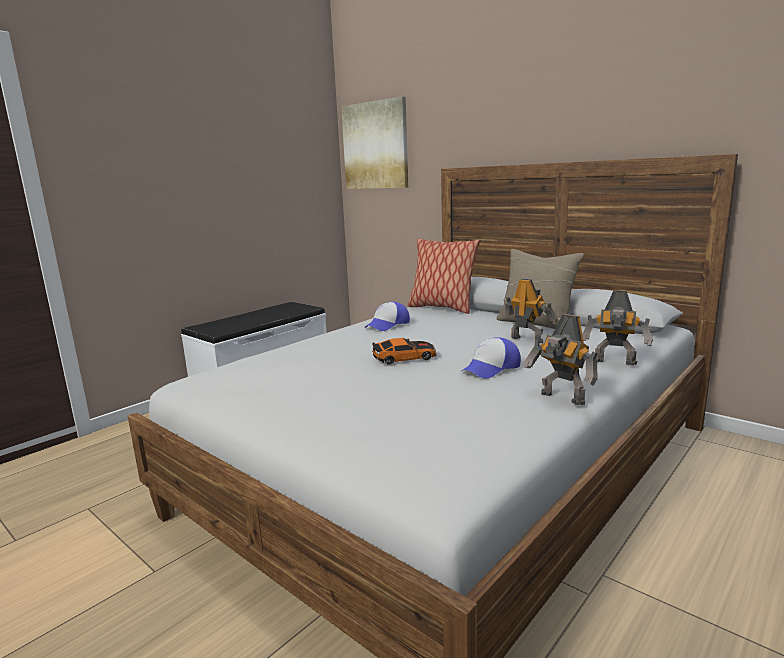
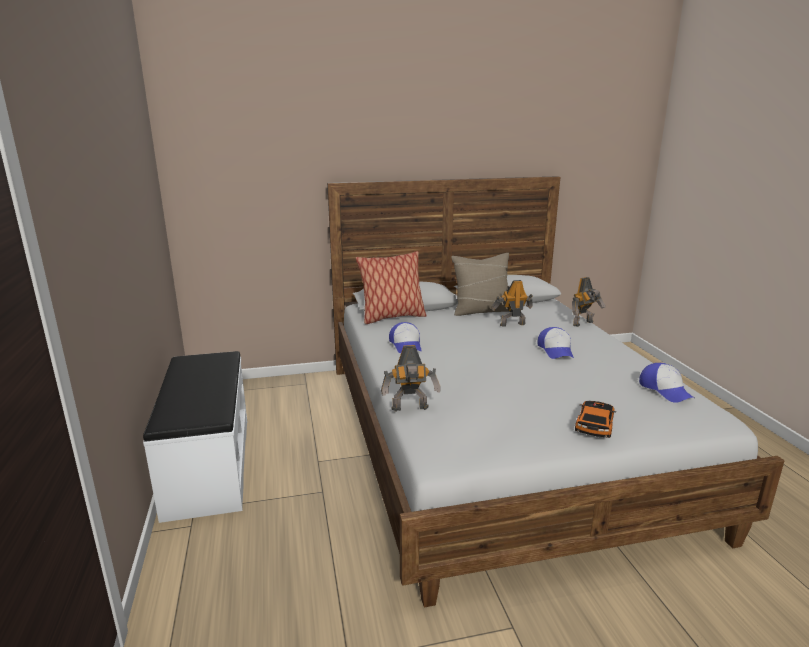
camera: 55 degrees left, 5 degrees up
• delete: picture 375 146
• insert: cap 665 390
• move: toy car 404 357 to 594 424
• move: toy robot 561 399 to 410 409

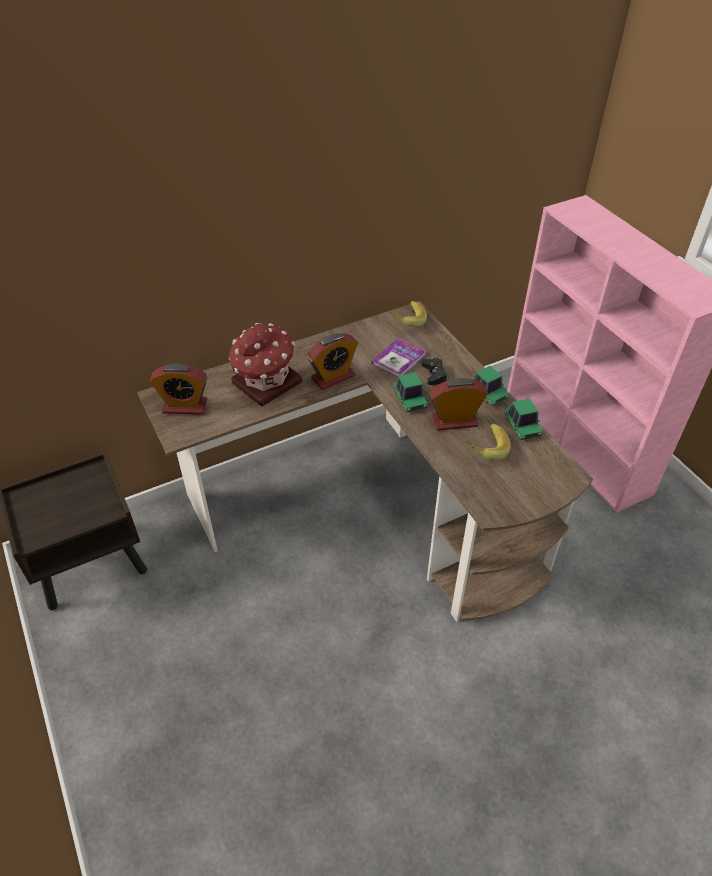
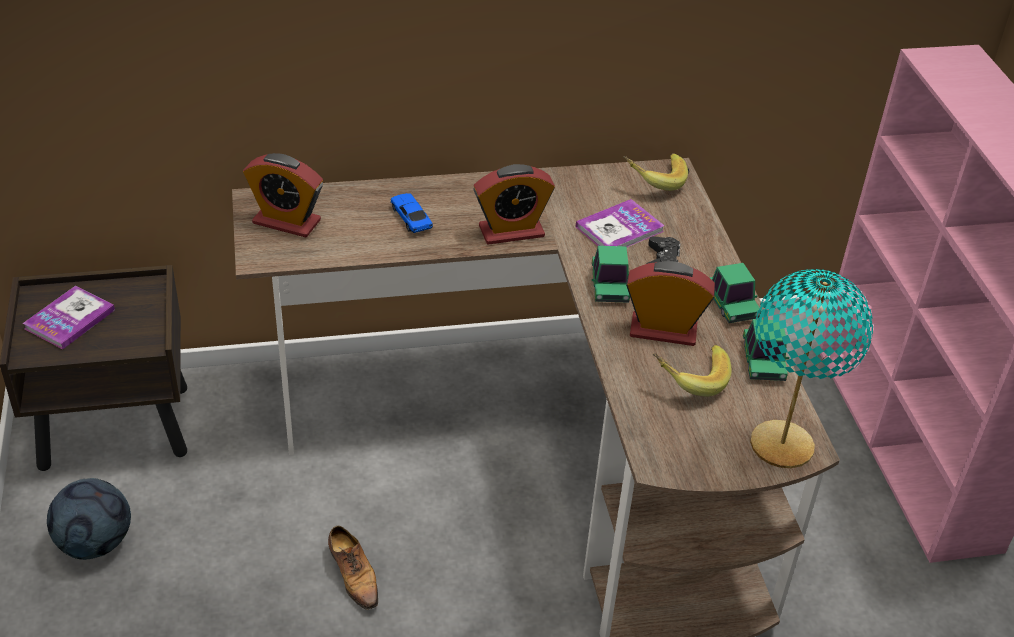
camera: 15 degrees right, 5 degrees down
• insert: book 69 319
• insert: football 96 544
• insert: shoe 354 575
• insert: table lamp in turquoise 782 445
• replace: toy house 265 384 to toy car 411 218

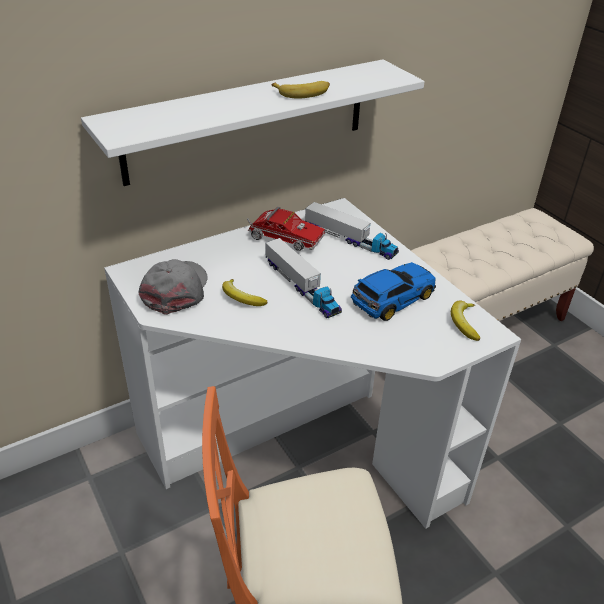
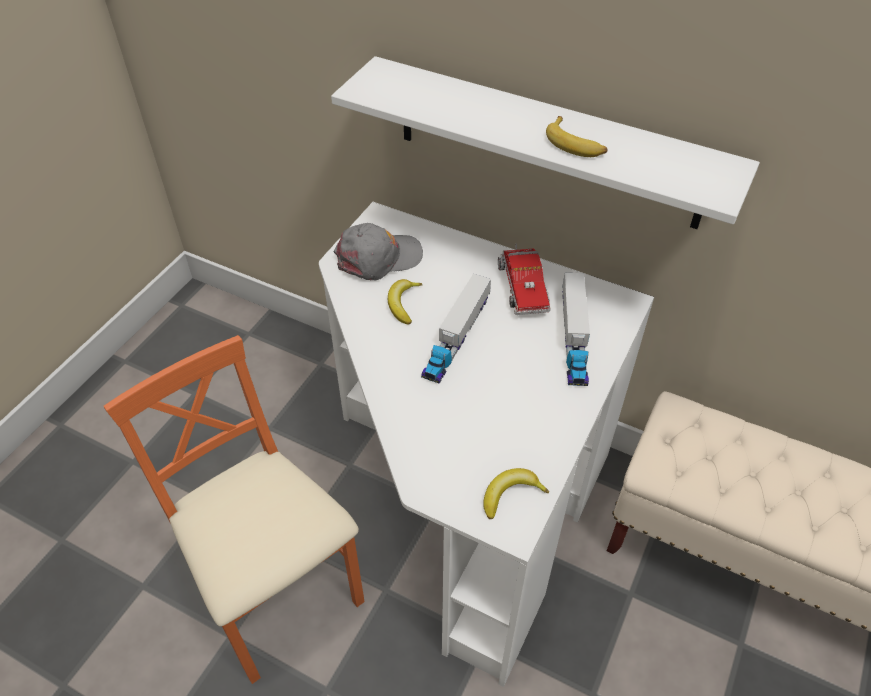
camera: 60 degrees right, 10 degrees up
• delete: toy car 391 299

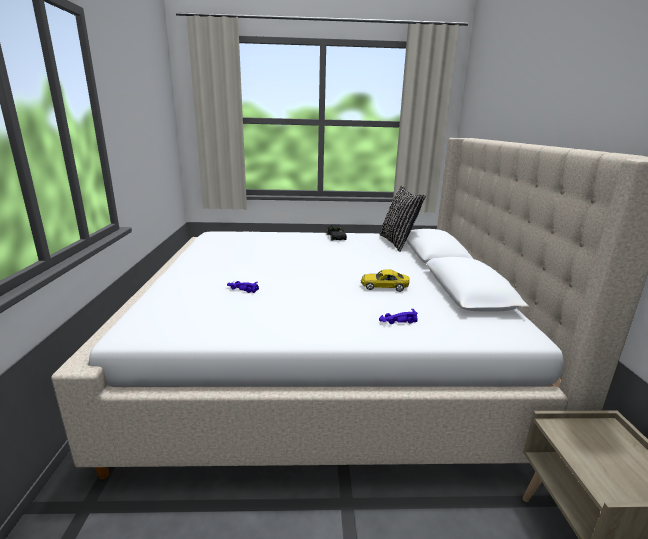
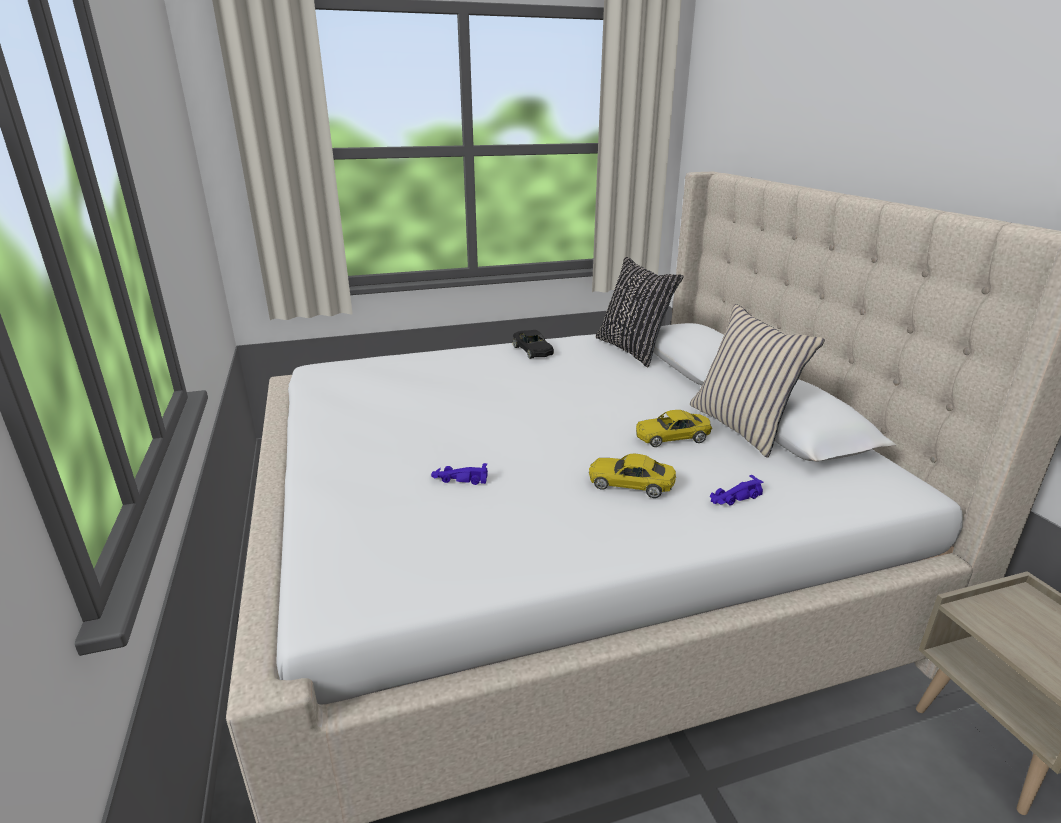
camera: 15 degrees left, 5 degrees up
• insert: toy car in yellow 630 484
• insert: pillow in beige 741 426

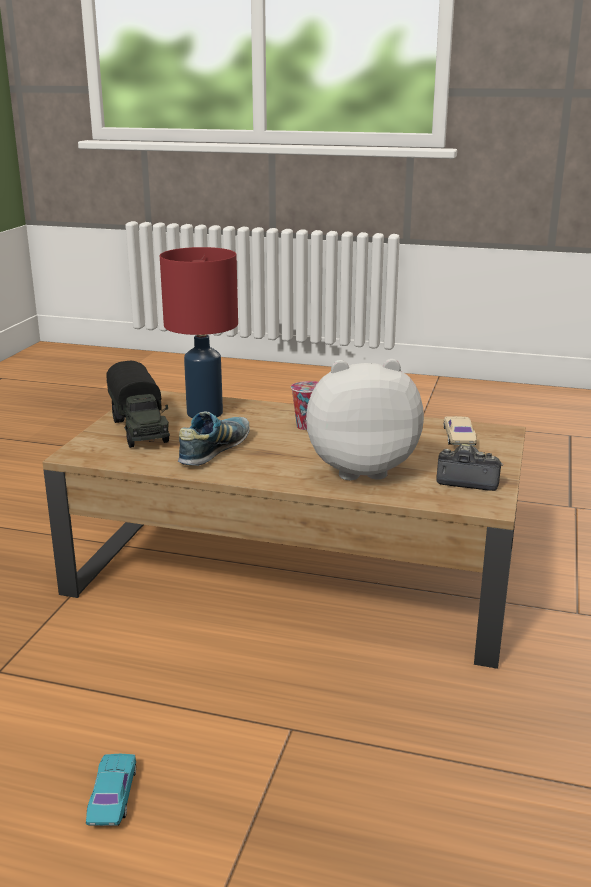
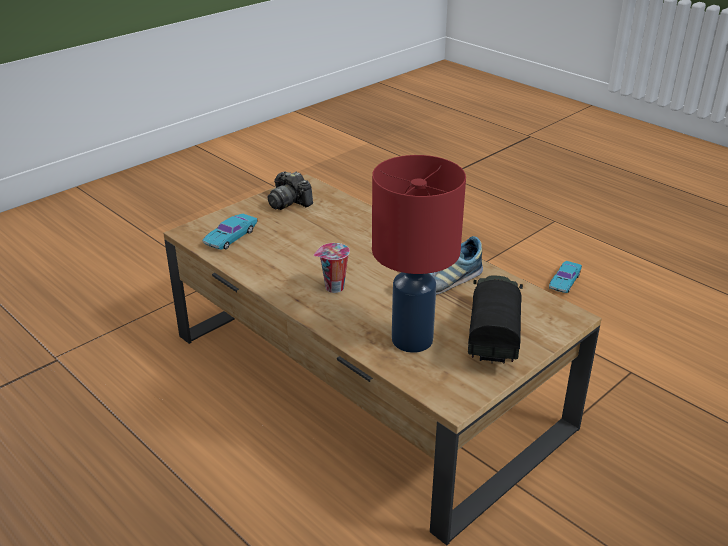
camera: 150 degrees left, 10 degrees up
• delete: plush toy 360 469
• recolor: toy car in beige 459 437 to toy car in turquoise 231 236

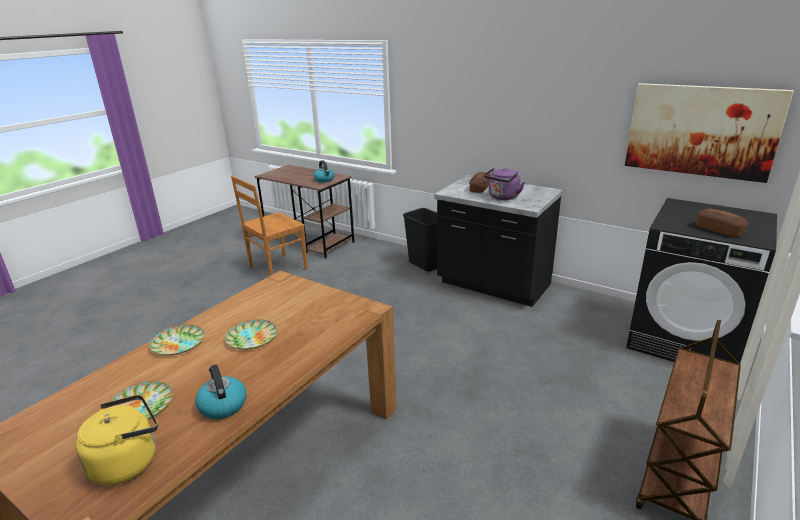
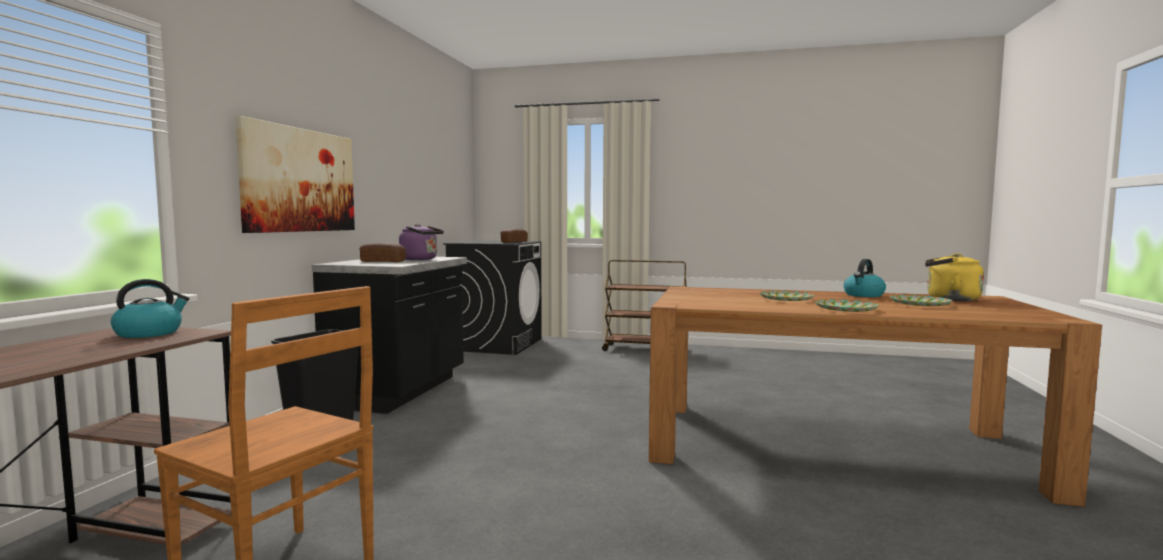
camera: 110 degrees left, 20 degrees down
• move: picture 701 131 to 300 180

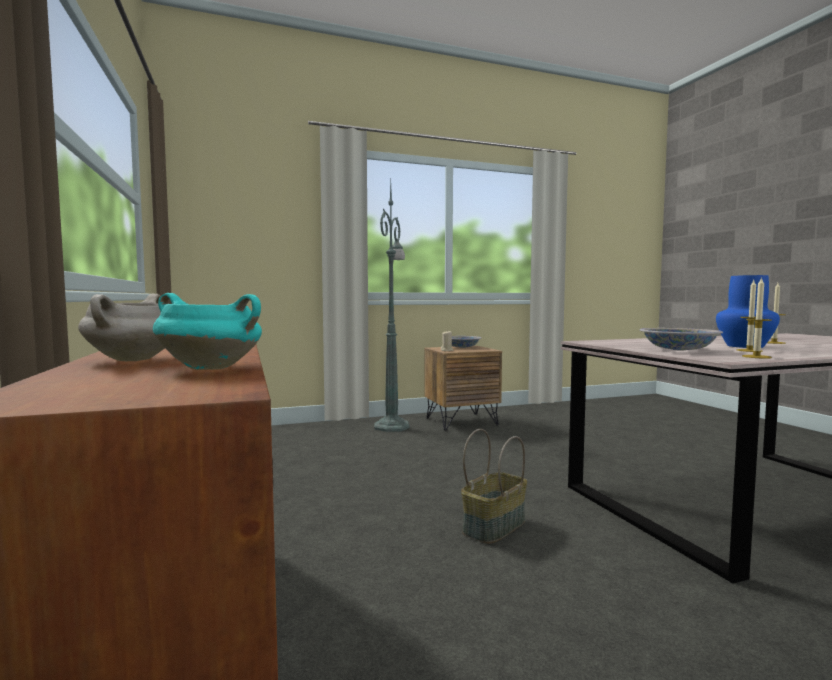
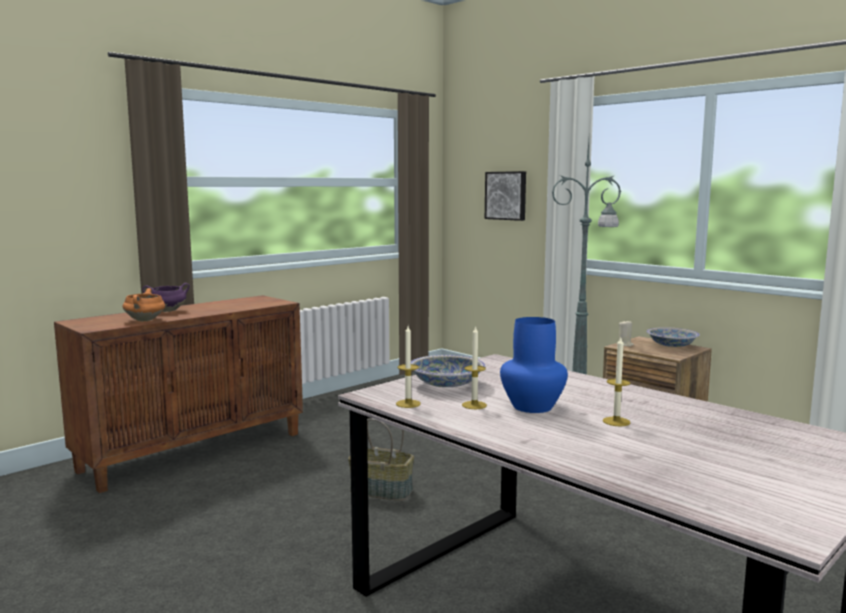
camera: 65 degrees right, 5 degrees up
• insert: picture 506 195
• recolor: cooking pot in white 134 360 to cooking pot in purple 167 311
• recolor: cooking pot in turquoise 213 368 to cooking pot in orange 145 320

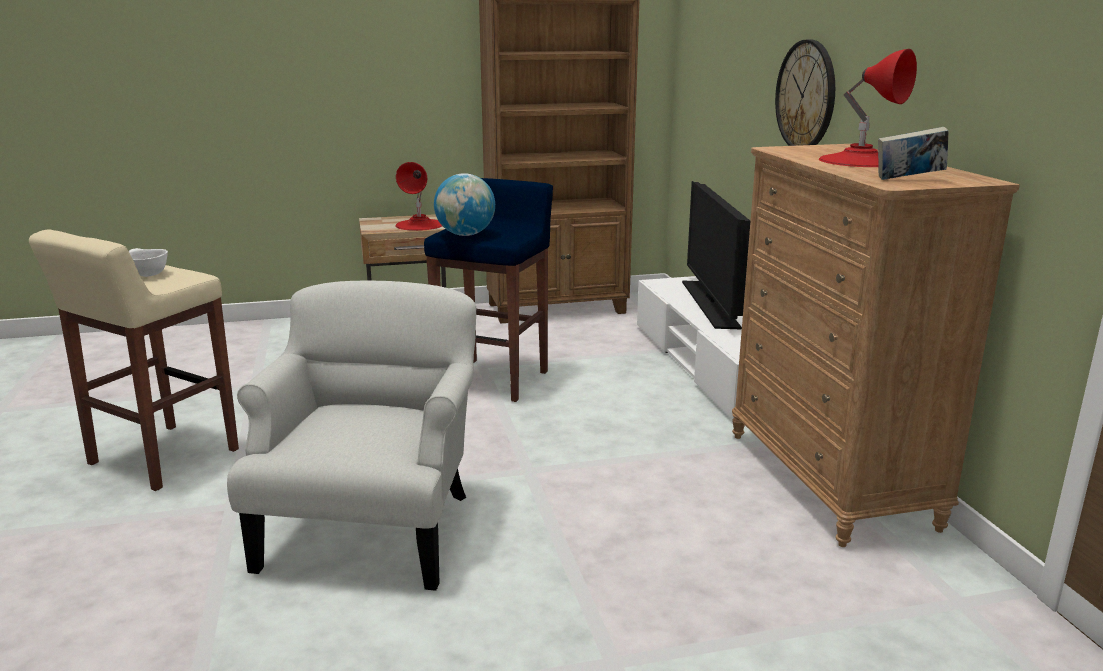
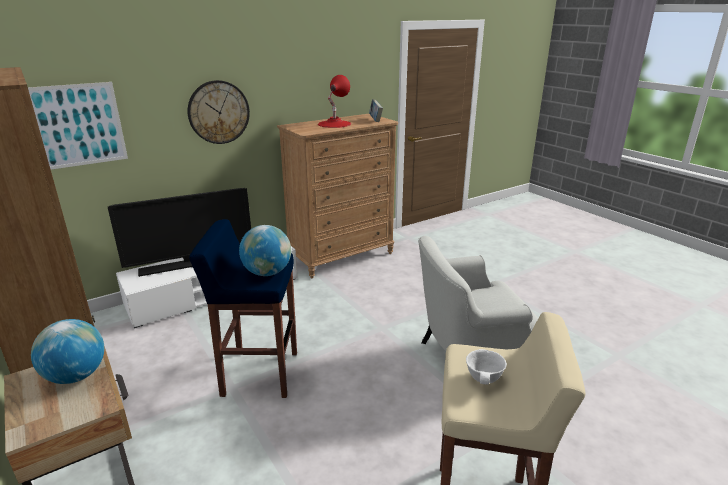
camera: 110 degrees left, 5 degrees up
• insert: picture 77 125
• replace: table lamp in red 419 225 to globe 76 376

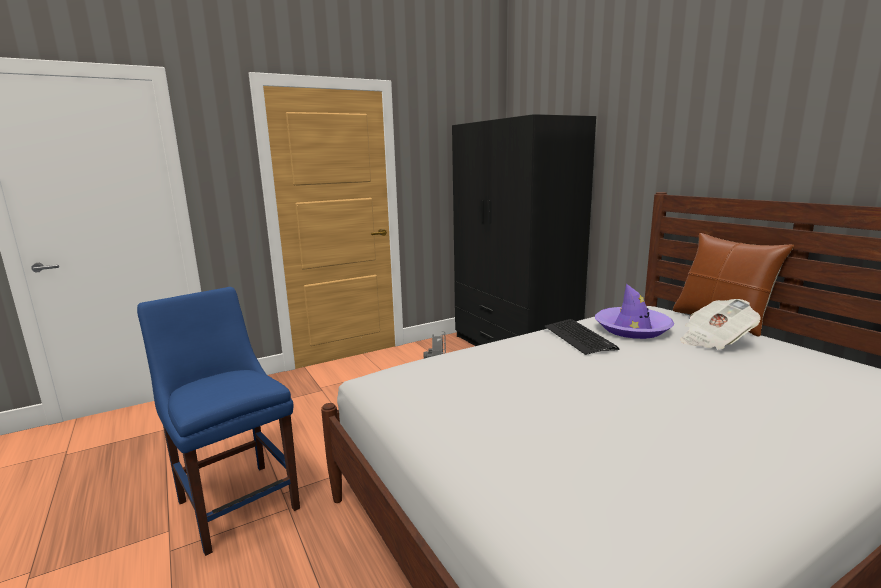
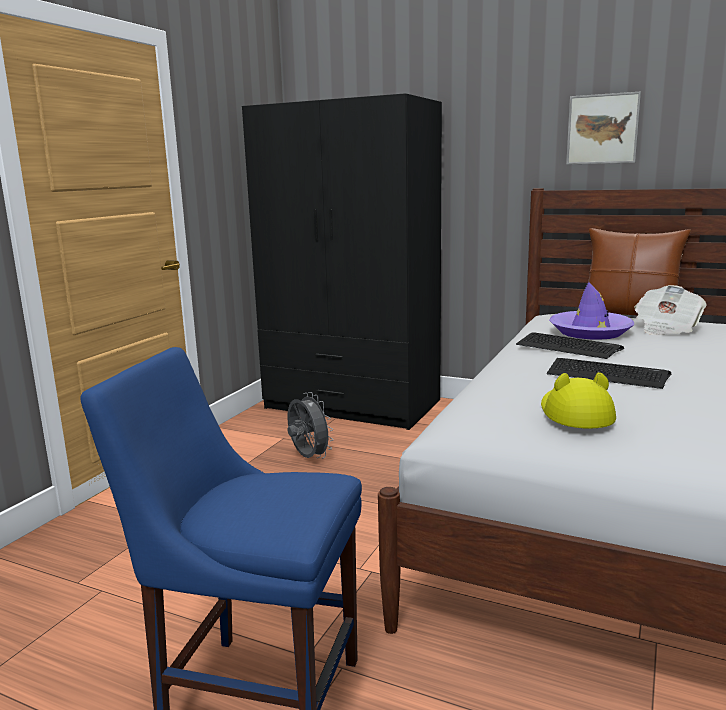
camera: 35 degrees left, 0 degrees up
• insert: hat in yellow 574 413
• insert: keyboard 607 375
• insert: picture 602 129

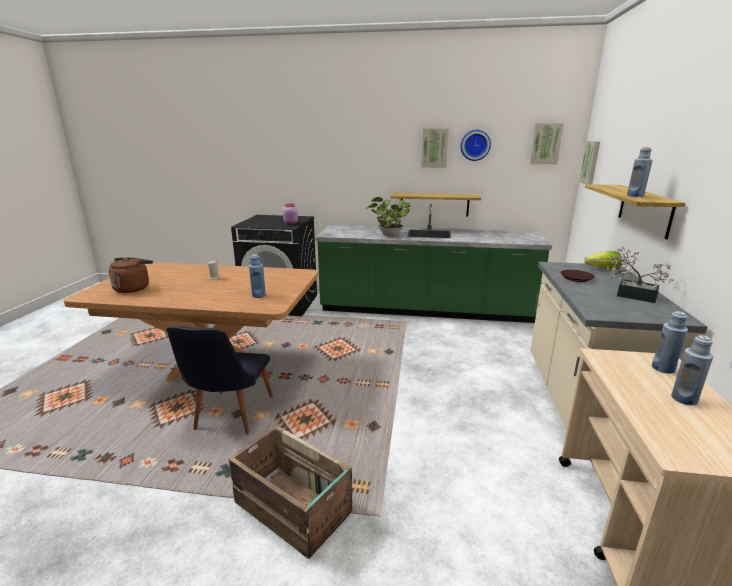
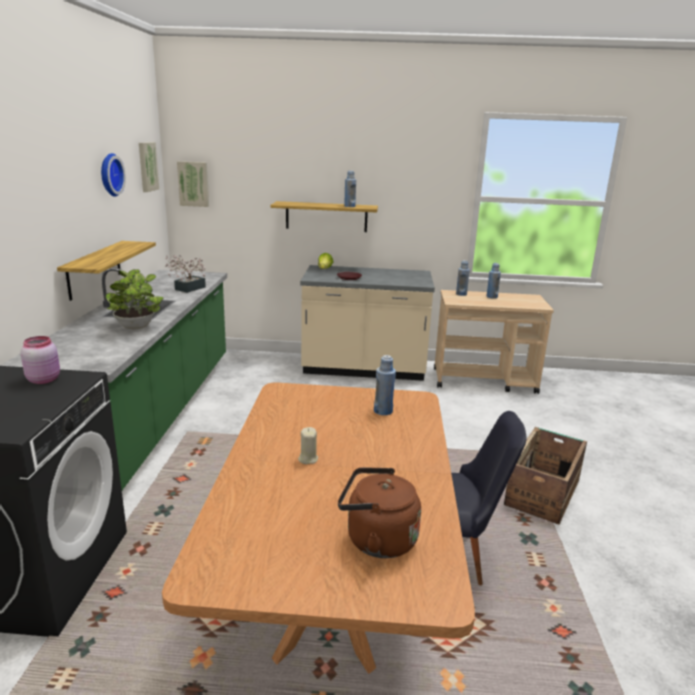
camera: 95 degrees left, 0 degrees up
• delete: picture 434 148
• move: potted plant 631 295 to 187 289

